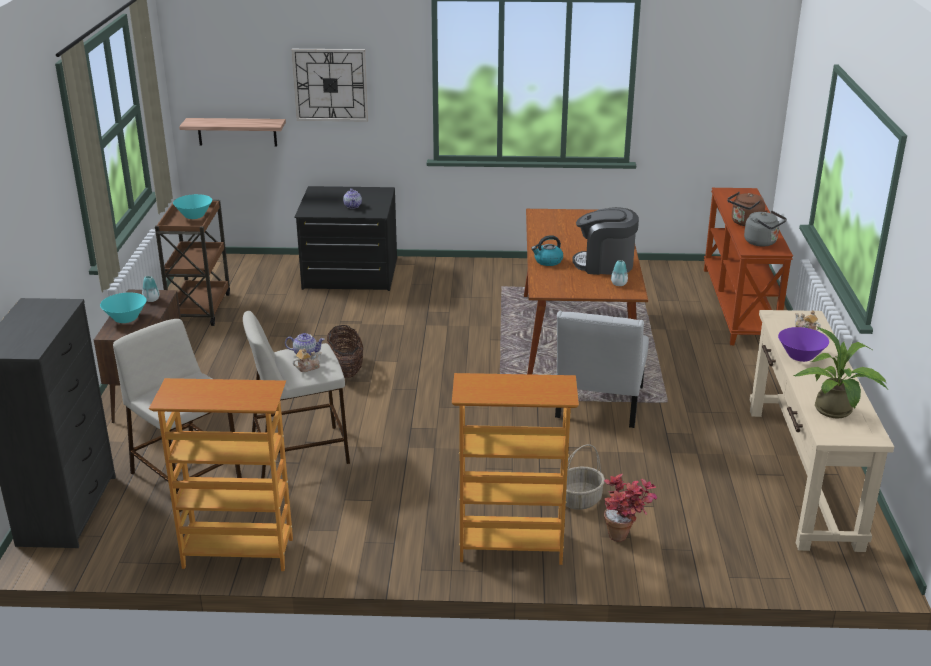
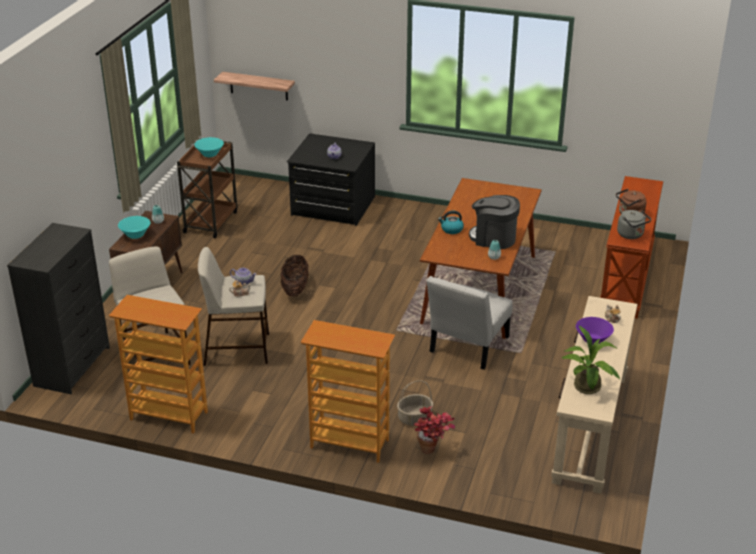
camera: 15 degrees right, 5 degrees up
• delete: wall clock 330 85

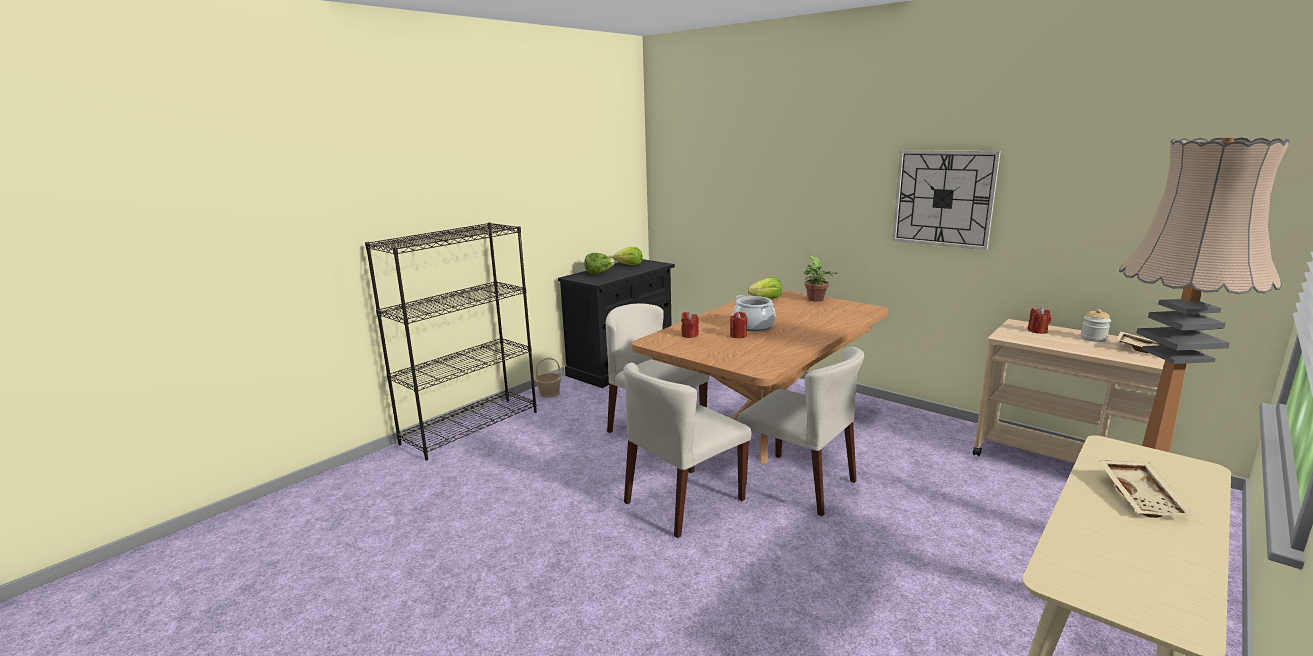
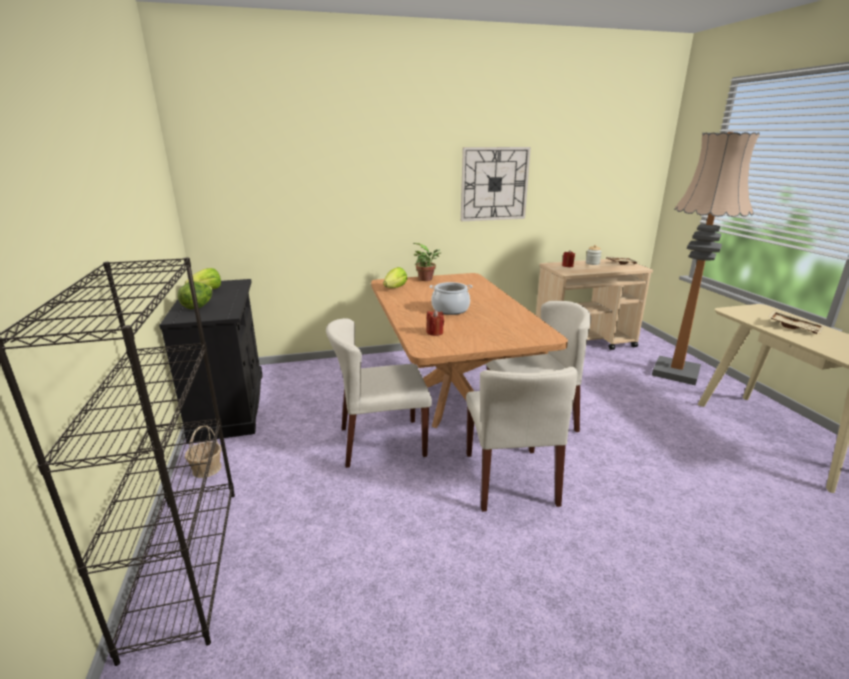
camera: 55 degrees left, 5 degrees up
• delete: candle in red 738 335

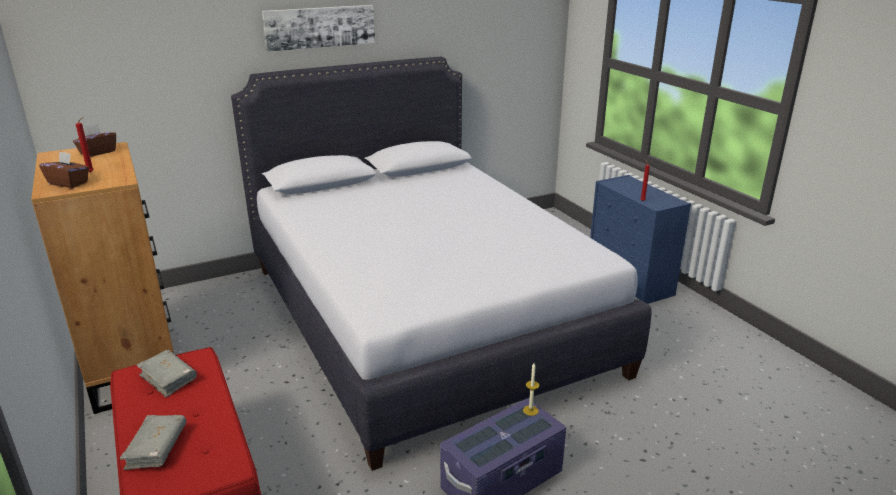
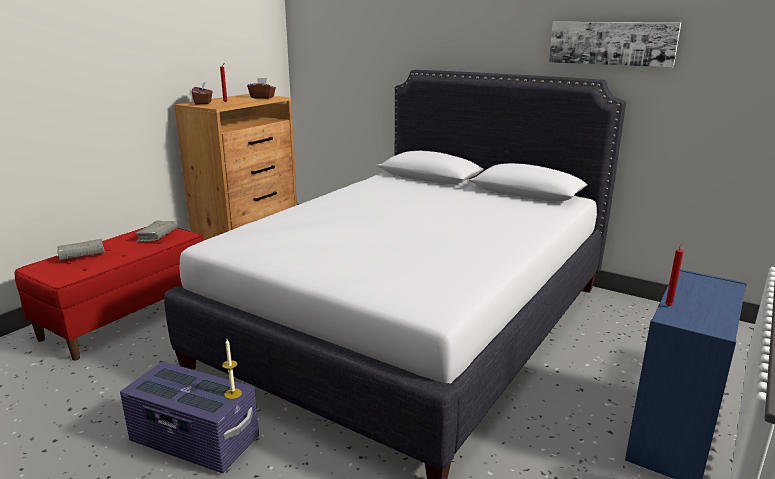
camera: 60 degrees right, 5 degrees down
• move: picture 320 27 to 611 43

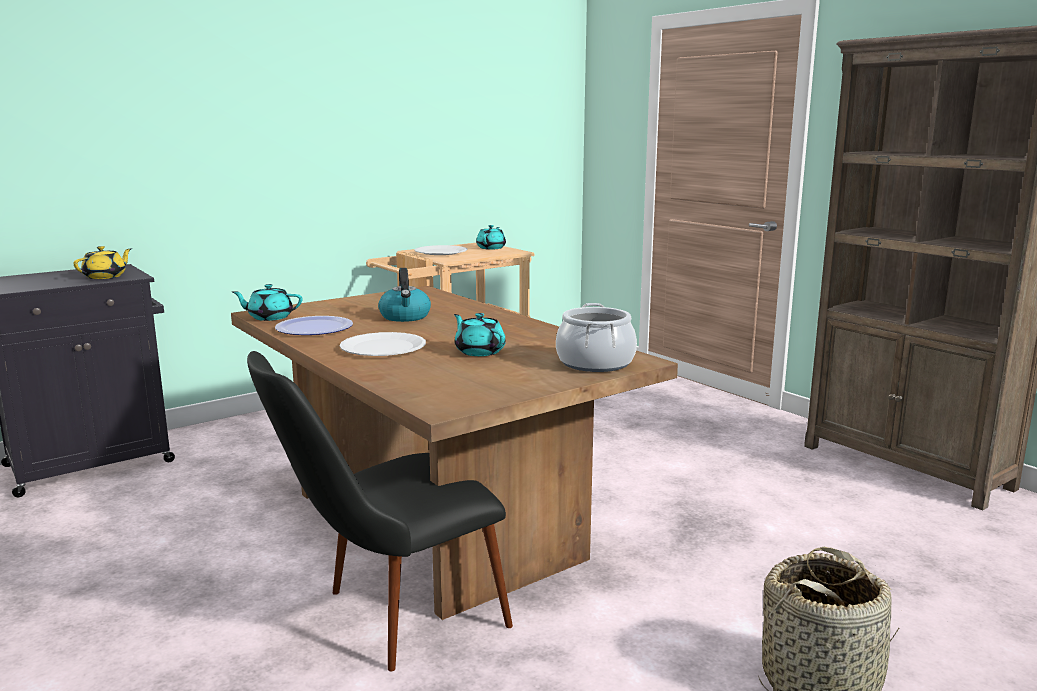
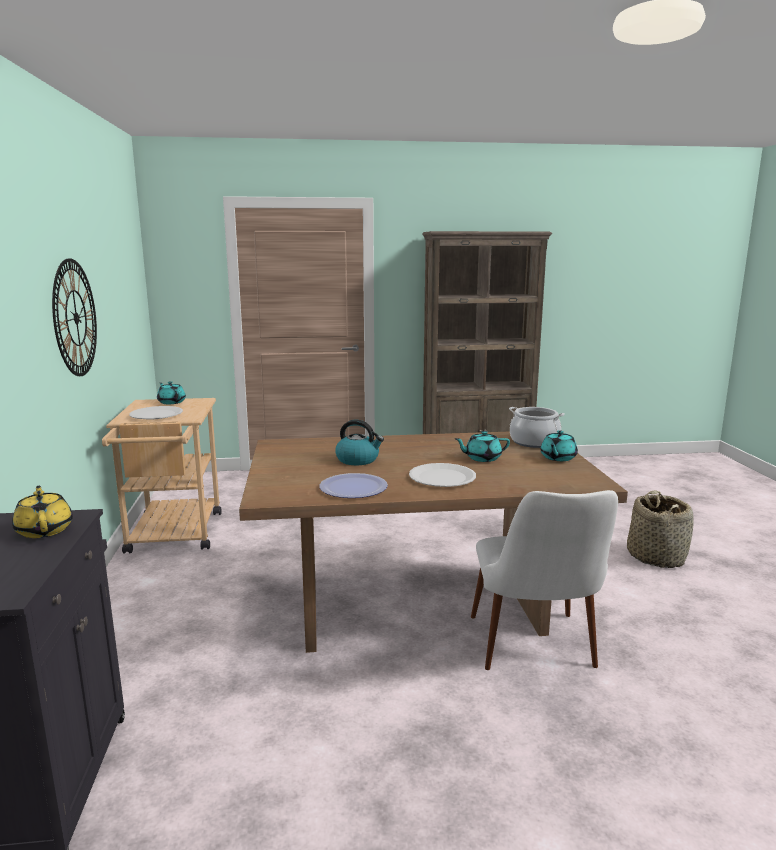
camera: 60 degrees left, 0 degrees up
• insert: wall clock 75 318
• move: teapot in turquoise 269 317 to 557 458
• recolor: chair in black 388 619 to chair in white 536 654

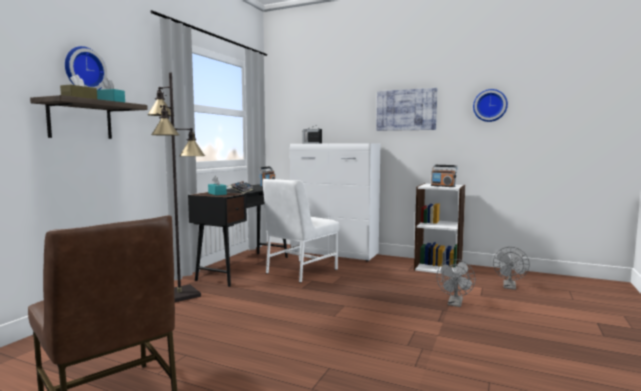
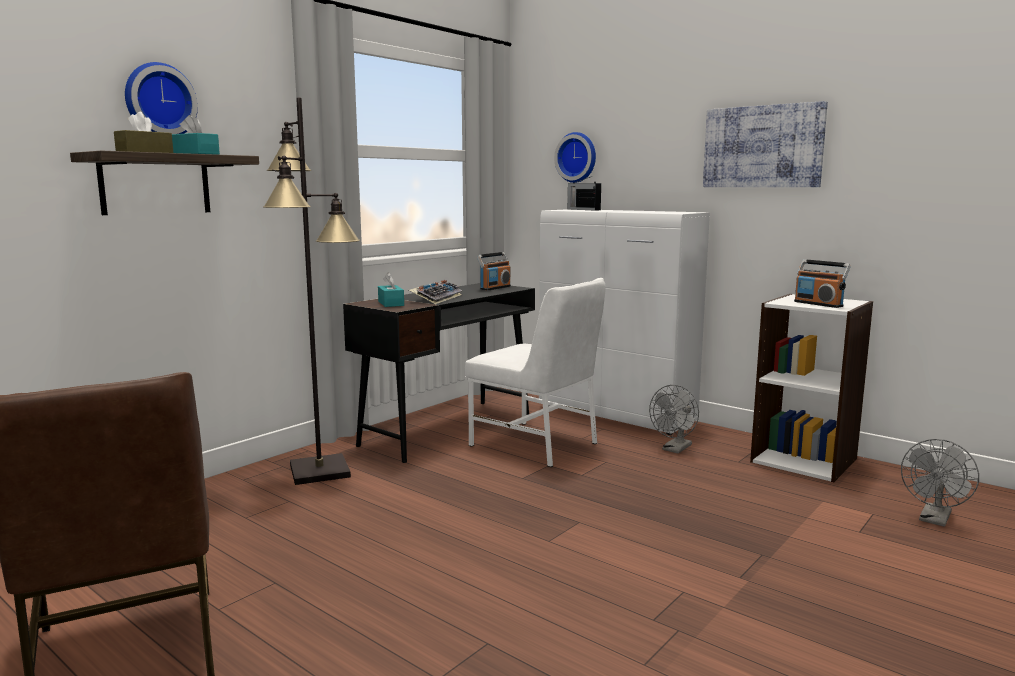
camera: 15 degrees right, 5 degrees up
• move: fan in grey 455 304 to 675 449
• move: wall clock 490 105 to 577 157
• rotate: chair in white 300 271 = 536 444 105 degrees counterclockwise

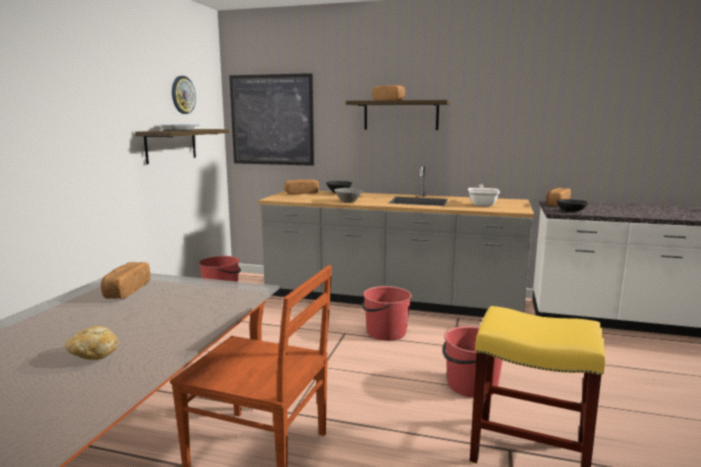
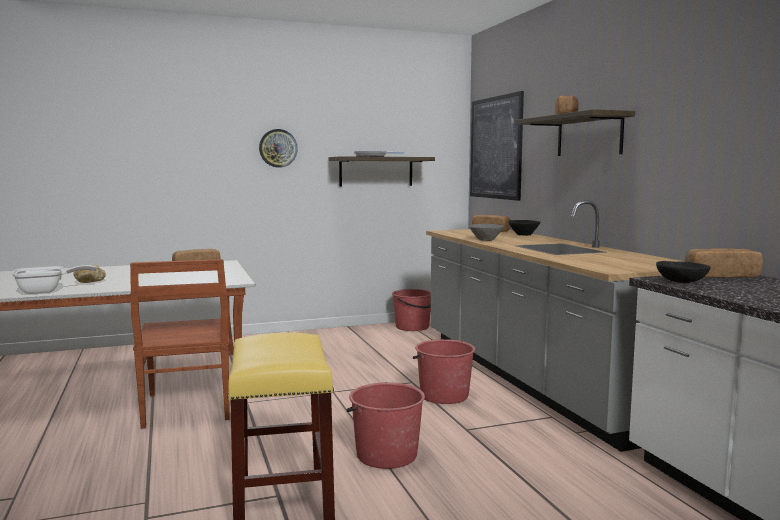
camera: 55 degrees right, 5 degrees down
• move: wall clock 183 95 to 278 148
• move: frying pan 482 204 to 46 291

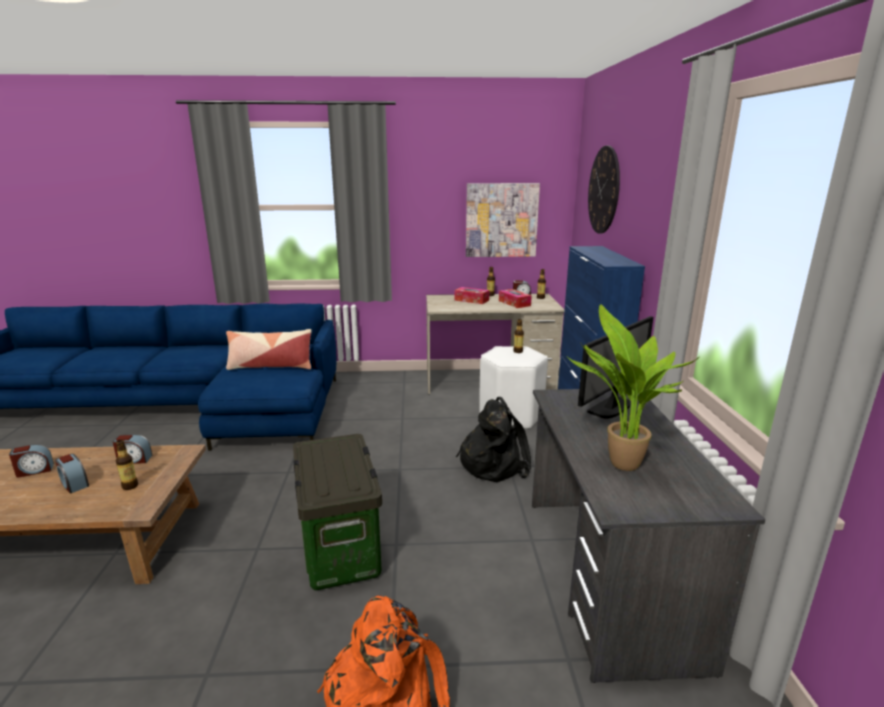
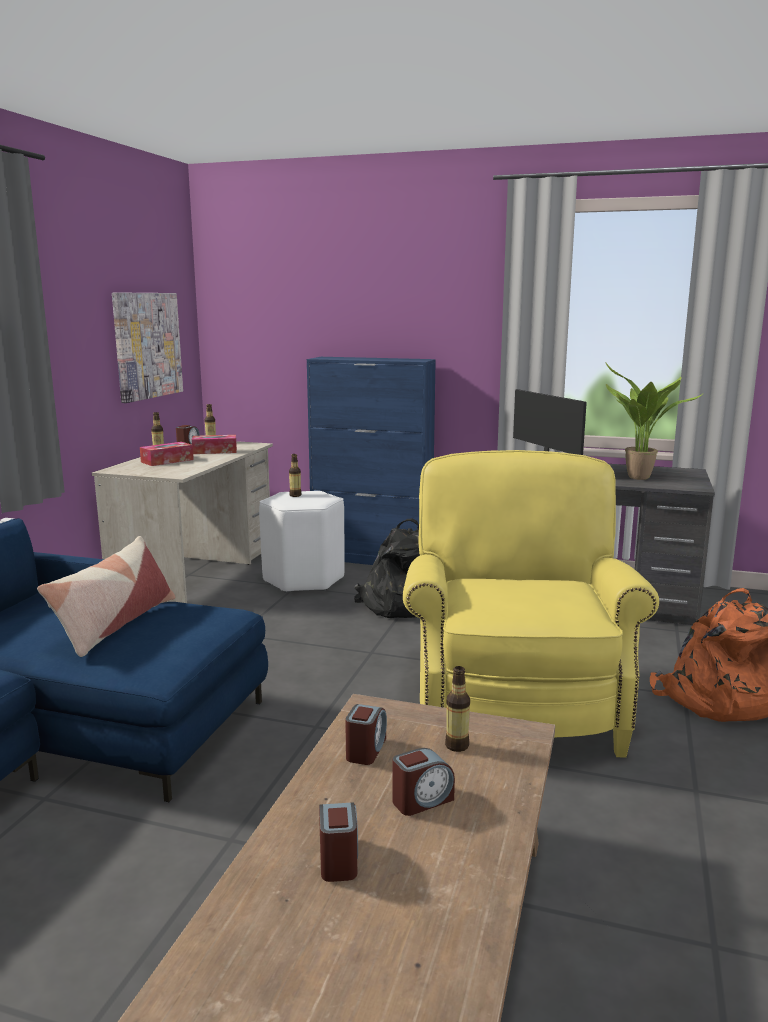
camera: 70 degrees left, 5 degrees down
• delete: wall clock 604 190
• replace: storage box 341 549 to armchair in yellow 515 702

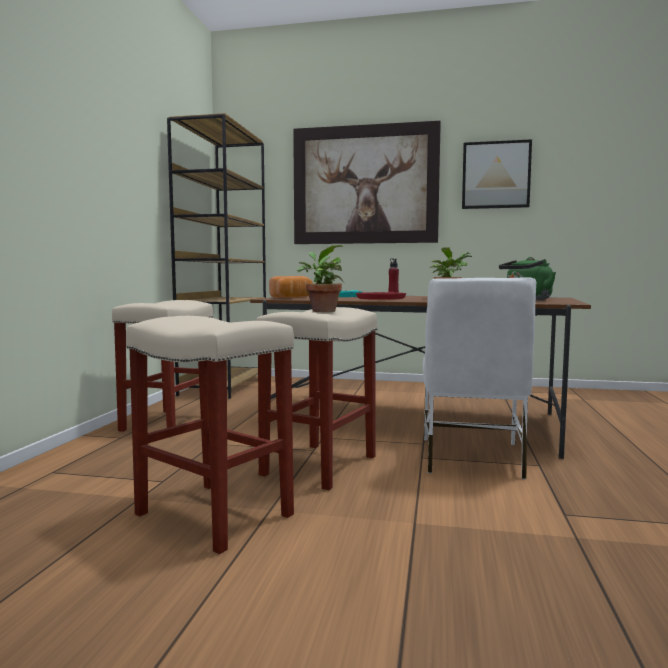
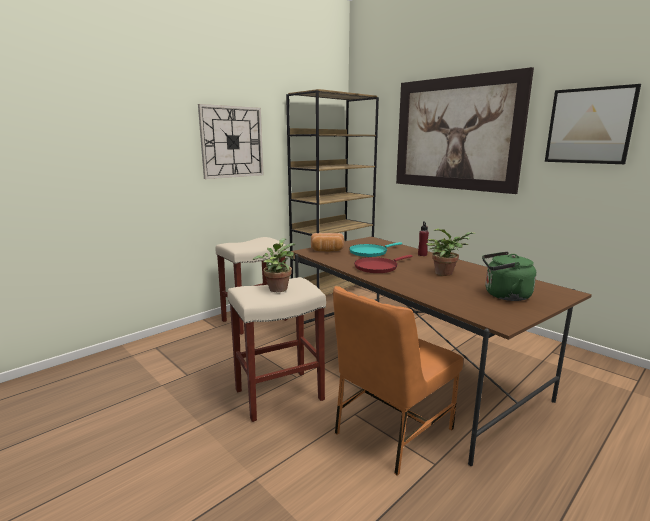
camera: 35 degrees right, 10 degrees up
• delete: stool in beige 216 515
• insert: wall clock 232 142
• recolor: chair in white 471 458 to chair in orange 391 430

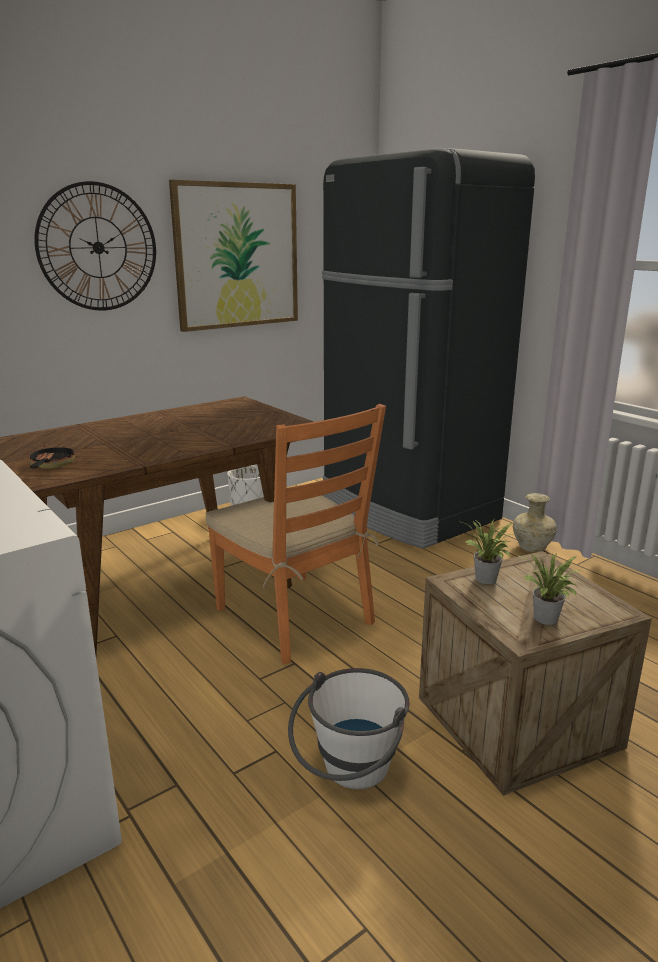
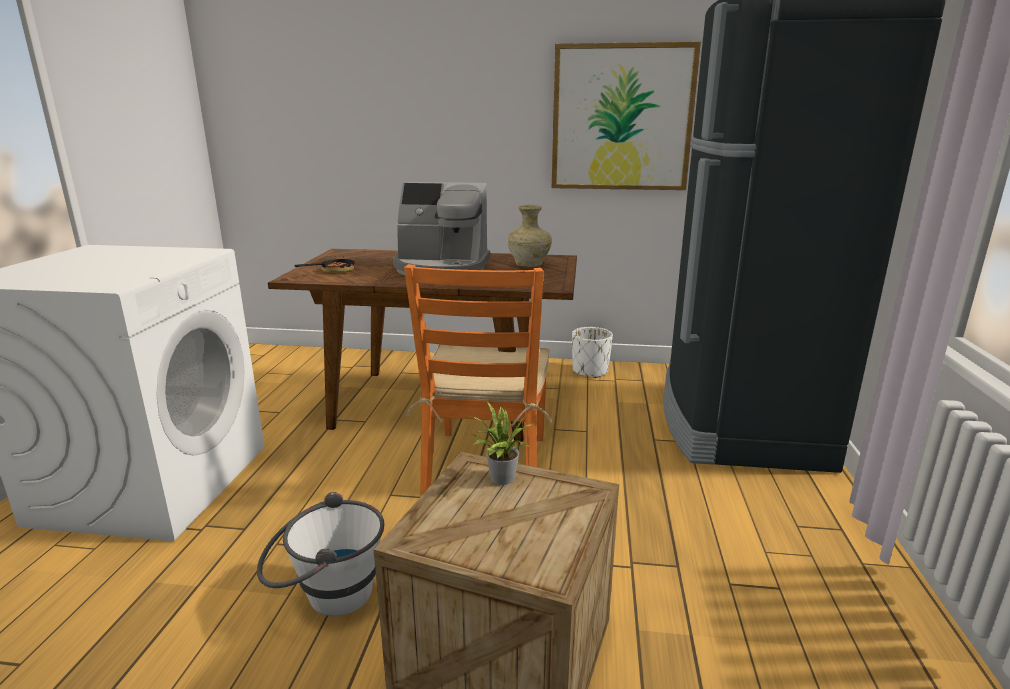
camera: 45 degrees right, 0 degrees up
• delete: wall clock 98 247
• delete: potted plant 546 620
• insert: coffee machine 442 268
• move: vase in beige 531 548 to 528 265

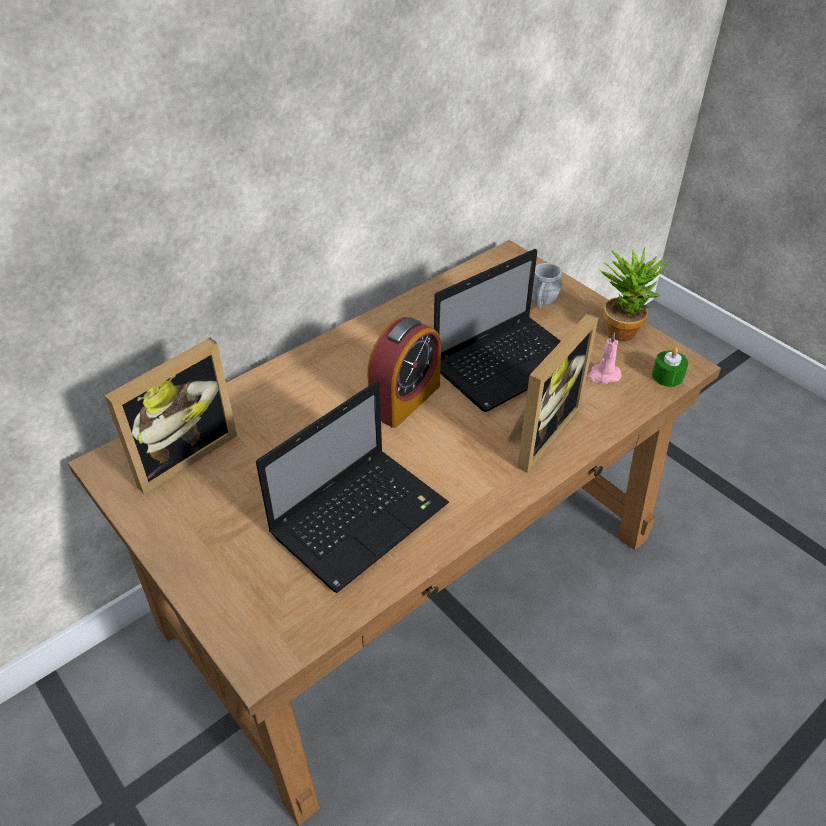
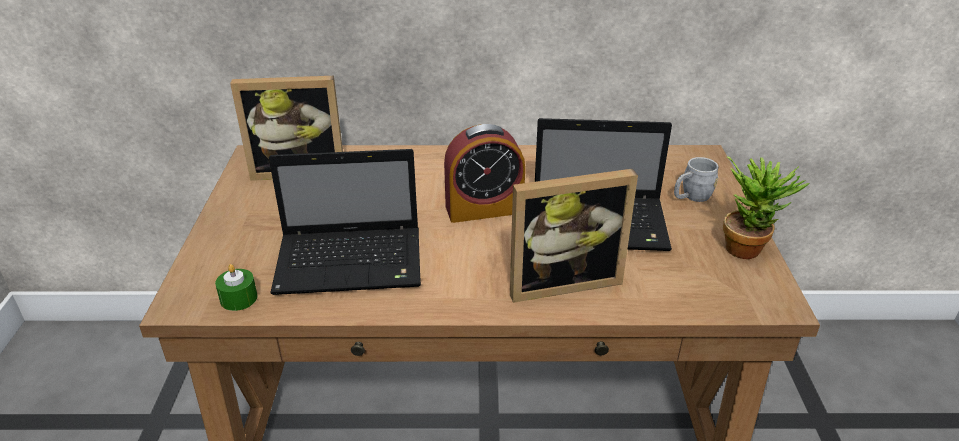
camera: 40 degrees right, 10 degrees down
• delete: candle in pink 603 375
• move: candle in green 667 376 to 238 298

